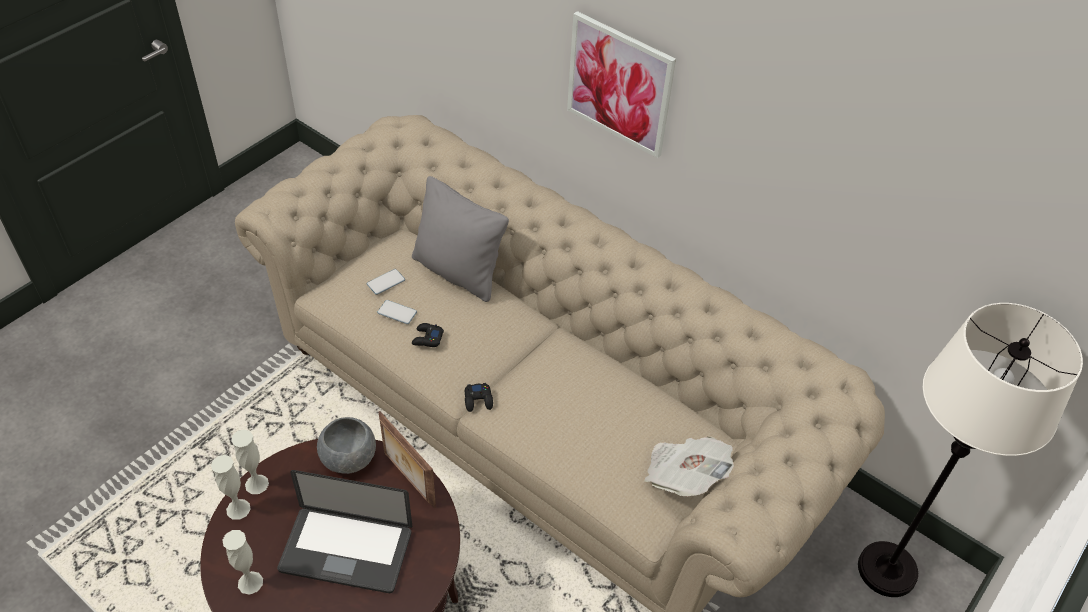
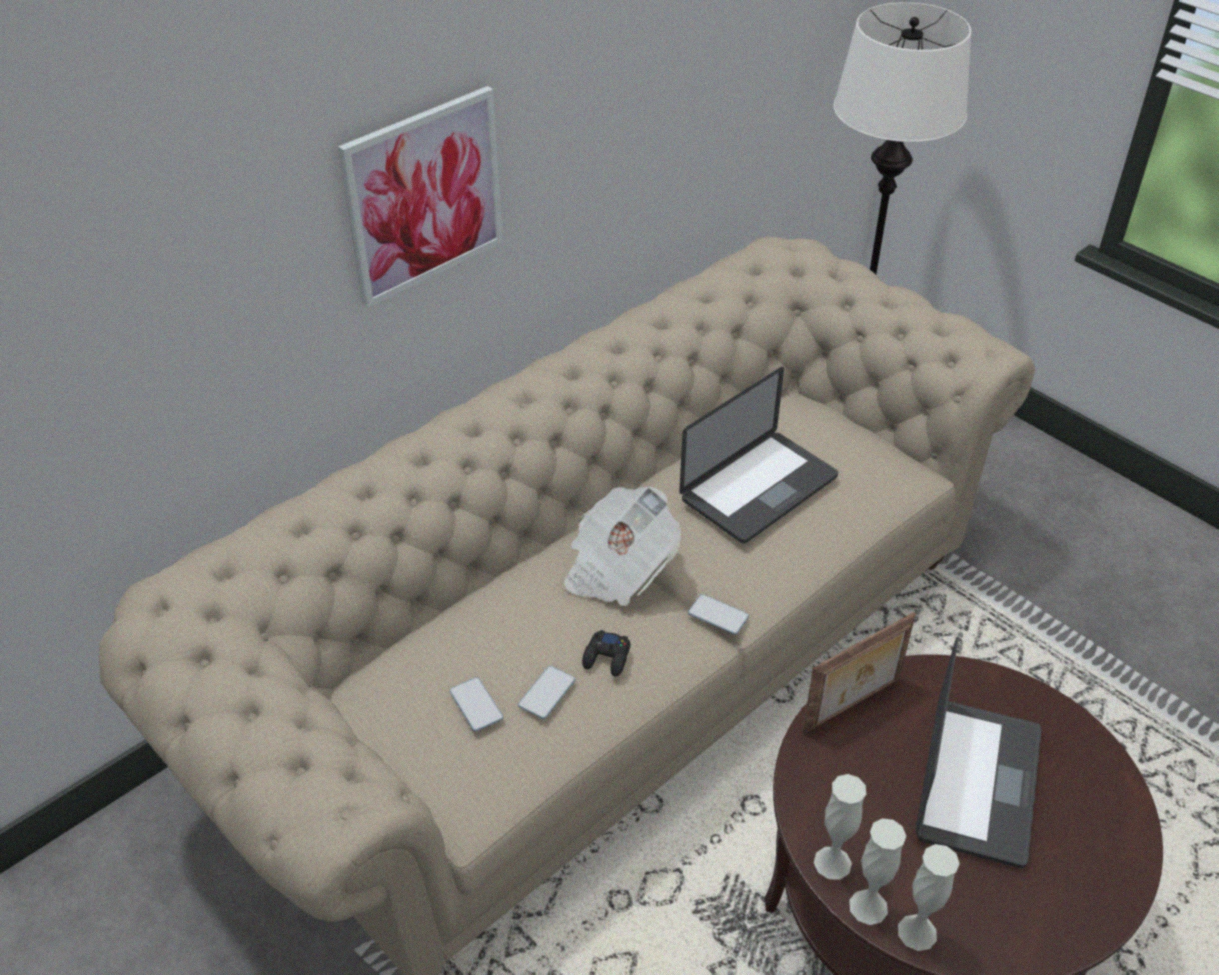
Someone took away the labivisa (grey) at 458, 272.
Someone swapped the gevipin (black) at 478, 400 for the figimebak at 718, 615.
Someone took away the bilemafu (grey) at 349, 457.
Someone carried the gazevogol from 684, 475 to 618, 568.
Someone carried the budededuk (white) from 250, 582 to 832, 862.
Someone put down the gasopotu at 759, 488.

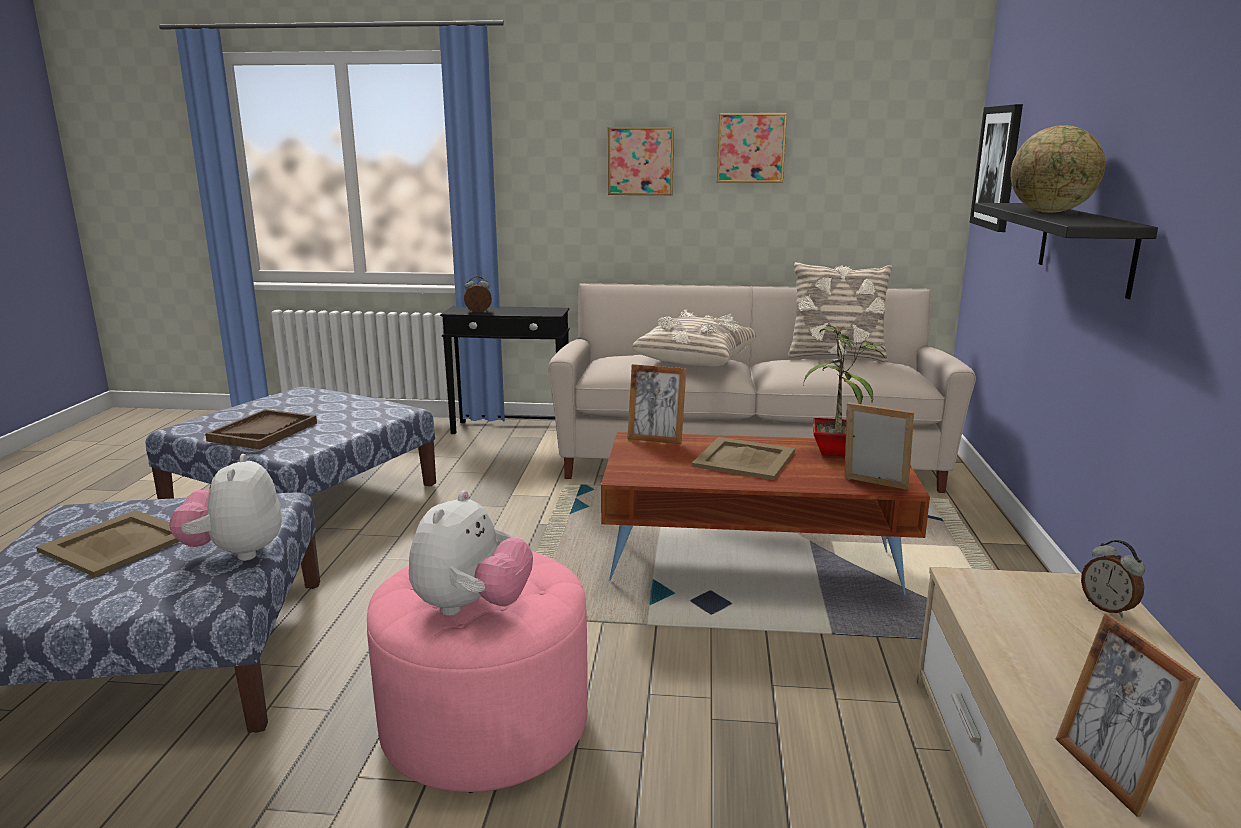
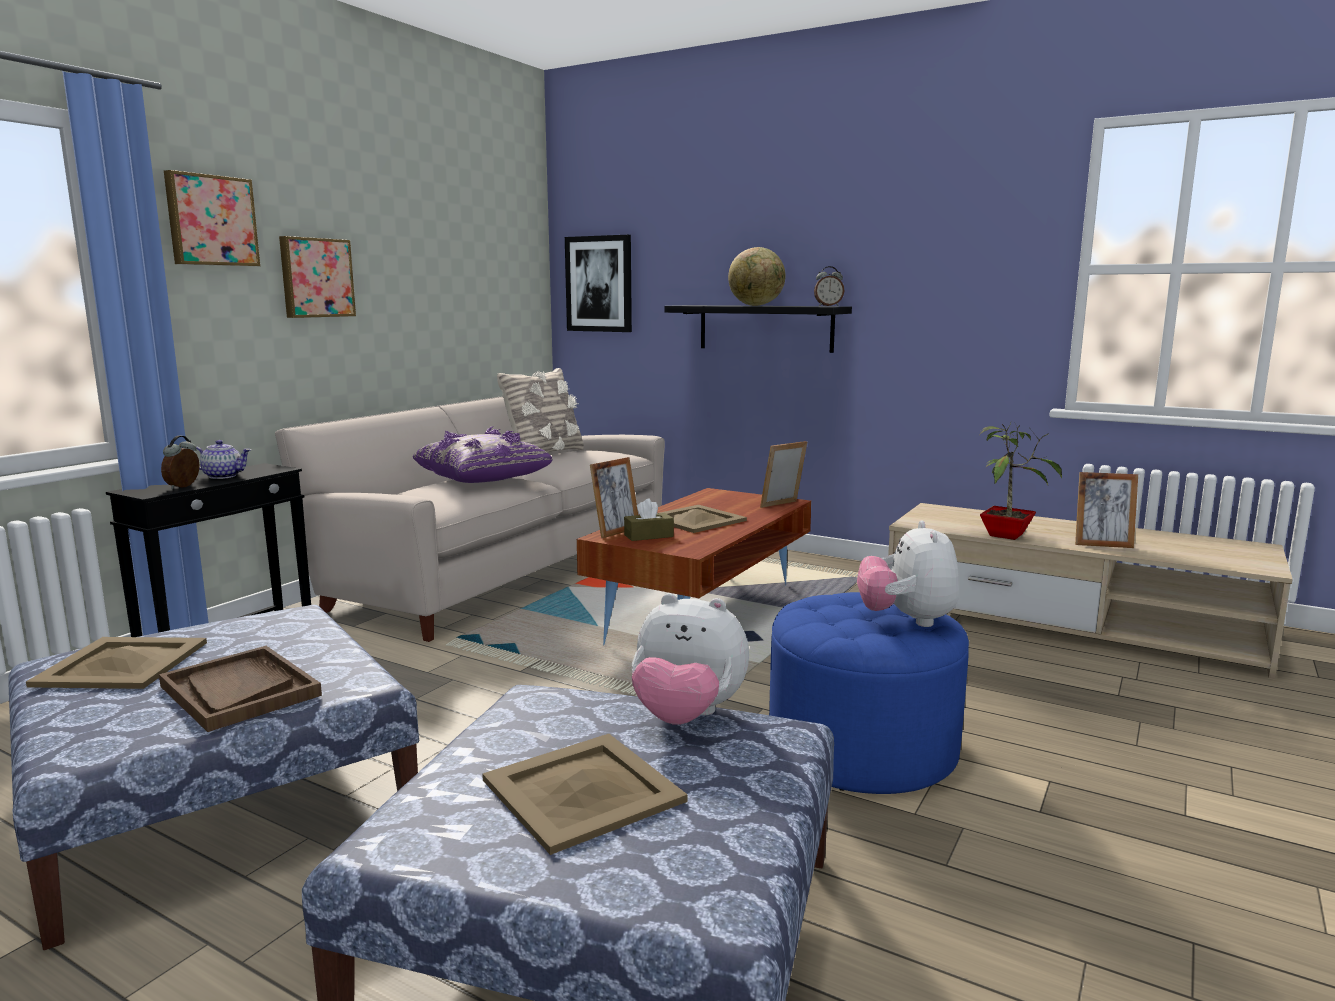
Someone carried the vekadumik from 750, 148 to 211, 220.
Someone repainted the labivisa (beige) at 695, 362, which became the labivisa (purple) at 483, 480.
Someone carried the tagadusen from 838, 451 to 1006, 535.
Someone rotated the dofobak at 471, 607 by 135 degrees counterclockwise.
Someone carried the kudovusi from 1108, 608 to 828, 306.
Someone repainted the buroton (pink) at 485, 722, which became the buroton (blue) at 862, 747.
Someone put down the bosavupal at 223, 476.
Someone put down the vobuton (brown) at 648, 536.
Someone put down the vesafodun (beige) at 121, 663.

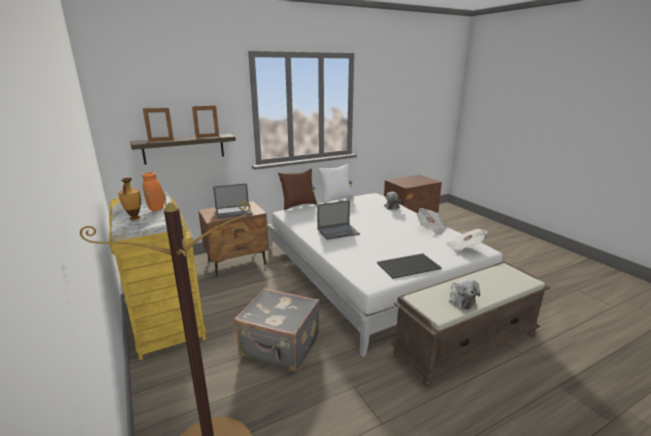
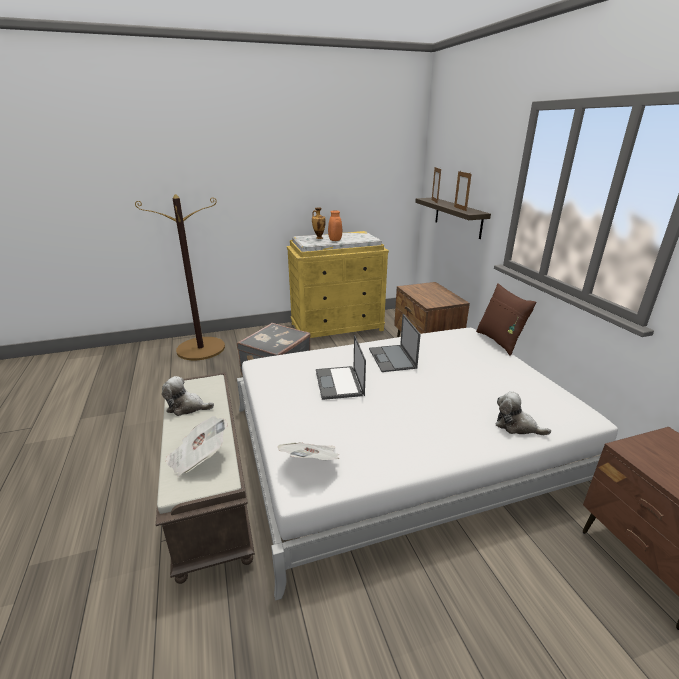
Someone took away the labivisa (white) at 336, 199.
Someone carried the gasopotu from 234, 212 to 339, 383.
Someone carried the gazevogol from 431, 229 to 198, 458.
Someone took away the vesafodun at 408, 265.

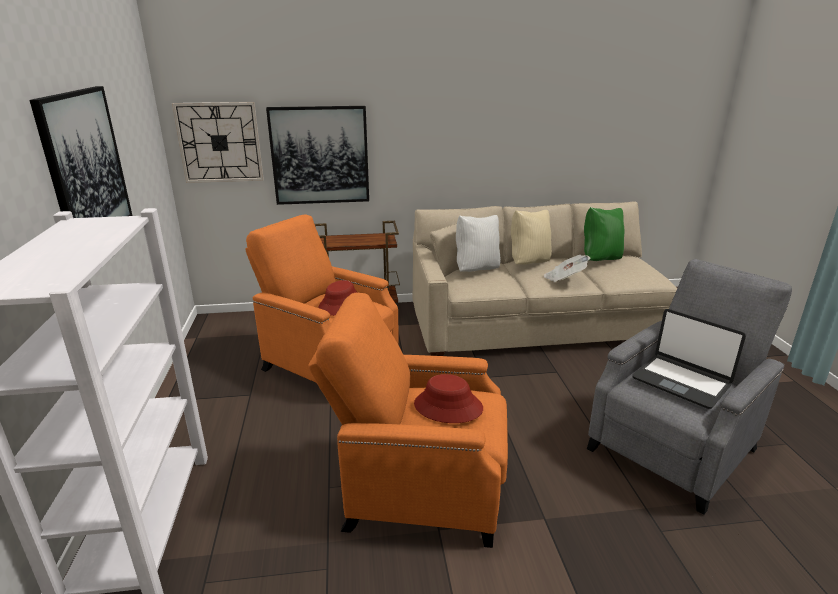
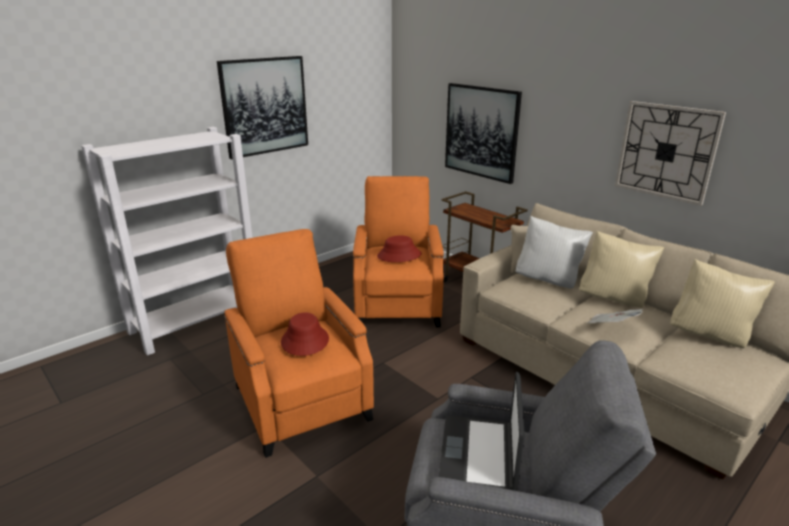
Someone carried the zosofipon from 219, 142 to 666, 151.
Someone repainted the labivisa (green) at 600, 259, which became the labivisa (beige) at 710, 336.

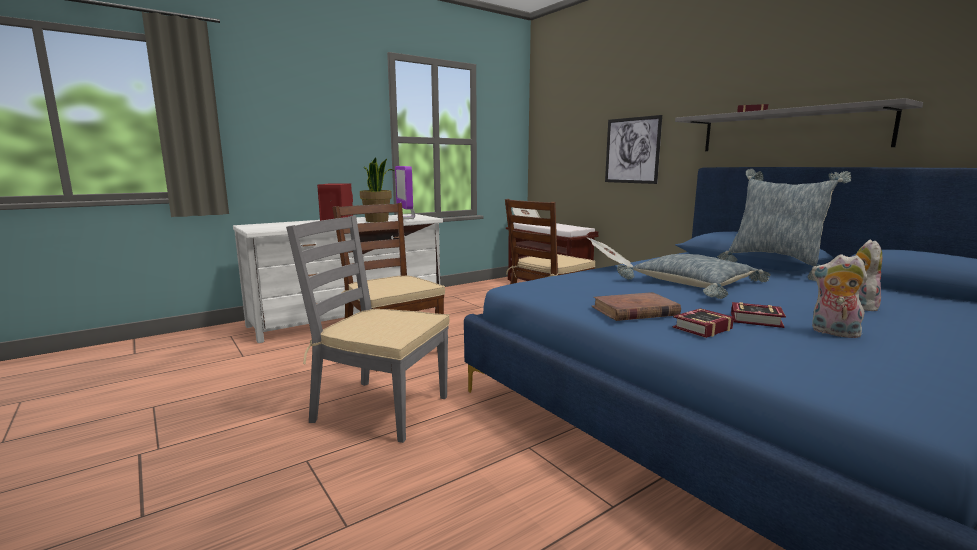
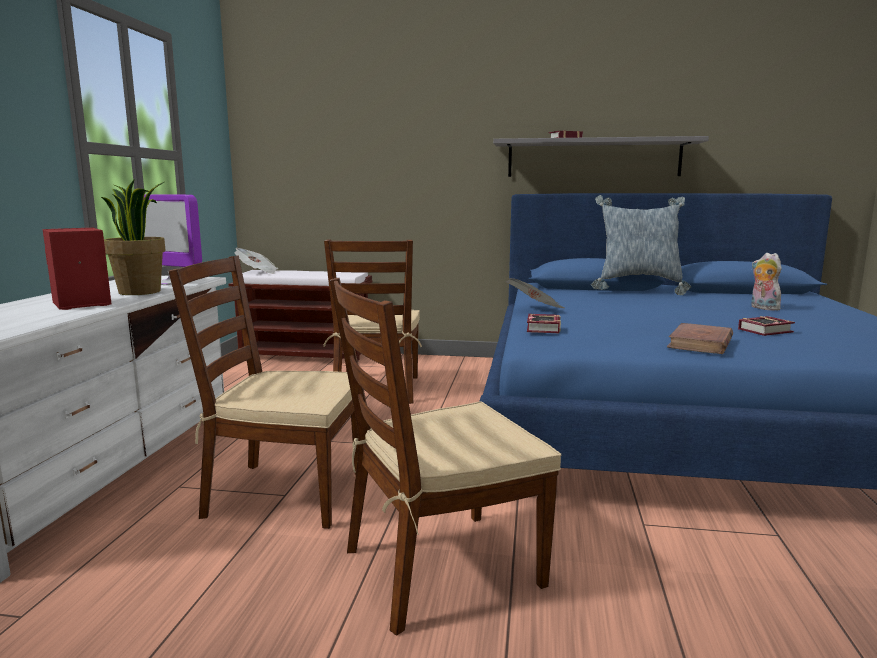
Someone took away the vekadumik at 632, 150.
Someone repainted the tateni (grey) at 379, 409, which became the tateni (brown) at 440, 568.
Someone took away the labivisa at 692, 281.
Someone took away the dofobak at 833, 333.
Someone carried the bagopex from 699, 328 to 542, 329.

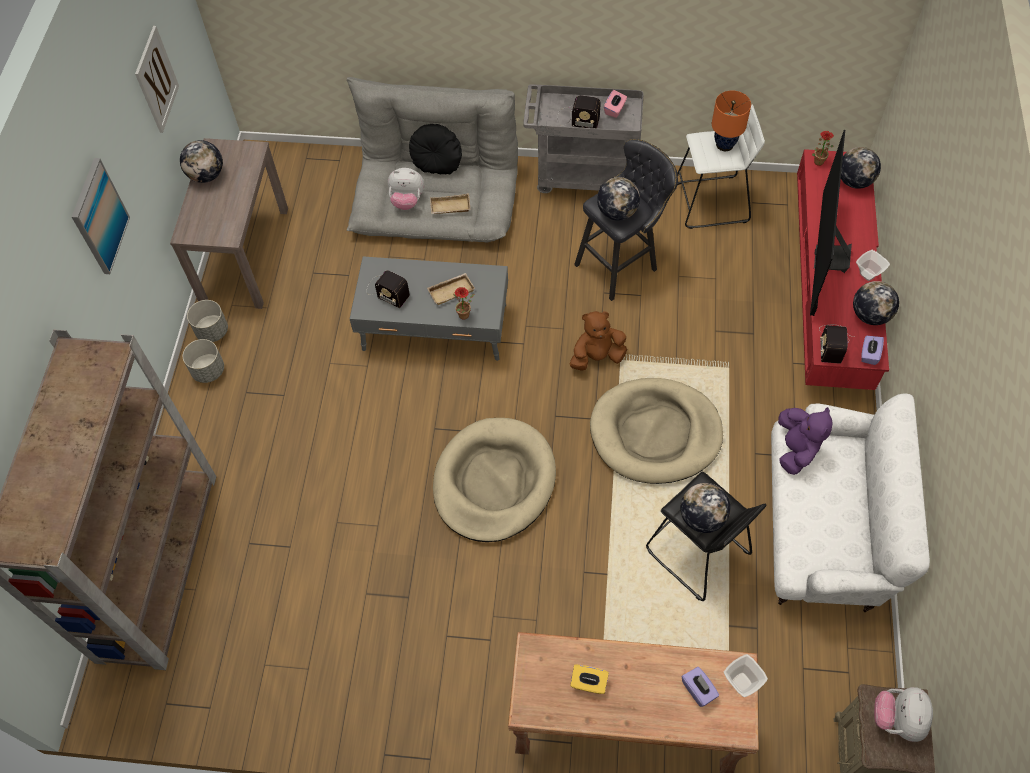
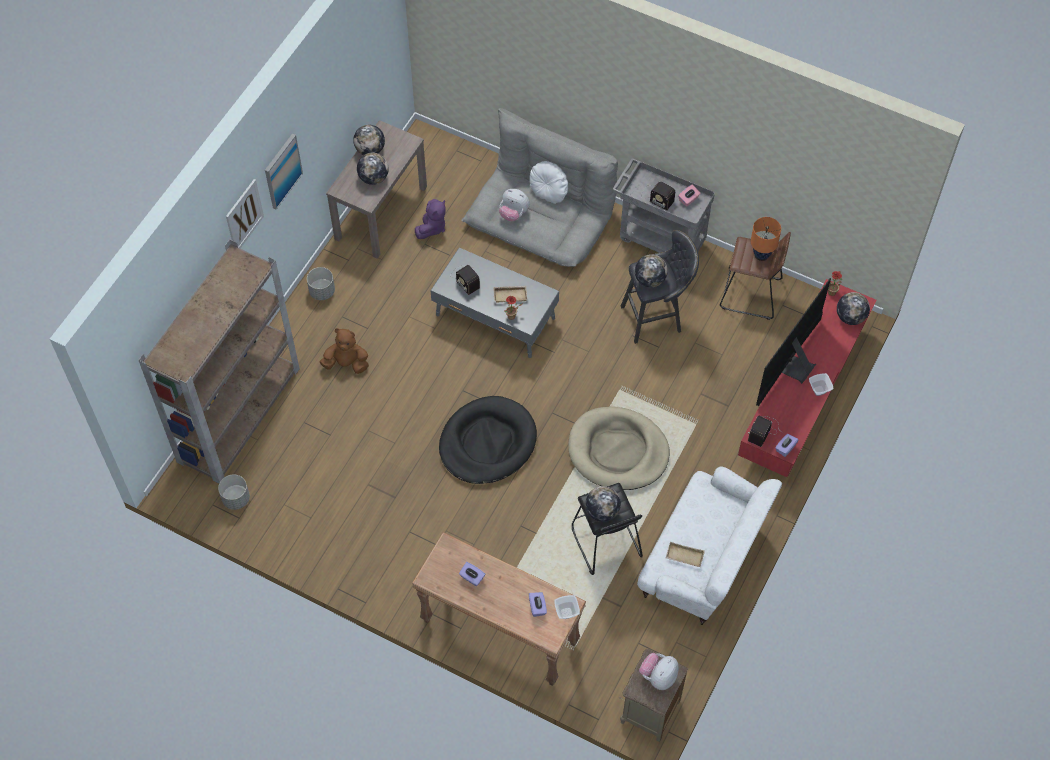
Someone carried the vekadumik from 156, 80 to 244, 216.
Someone repainted the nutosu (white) at 711, 202, which became the nutosu (brown) at 750, 294.
Someone repainted the labivisa (black) at 437, 166, which became the labivisa (white) at 548, 193.
Someone carried the vesafodun (beige) from 450, 207 to 684, 557.
Someone carried the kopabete from 870, 315 to 373, 178.
Someone carried the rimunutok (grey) from 212, 331 to 236, 499.
Someone carried the dofobak (brown) from 597, 357 to 346, 363.
Someone carried the dofobak (purple) from 796, 449 to 432, 227.
Someone repainted the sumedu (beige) at 494, 482, which became the sumedu (black) at 487, 443.
Someone repainted the vobuton (yellow) at 588, 683, which became the vobuton (purple) at 472, 578.

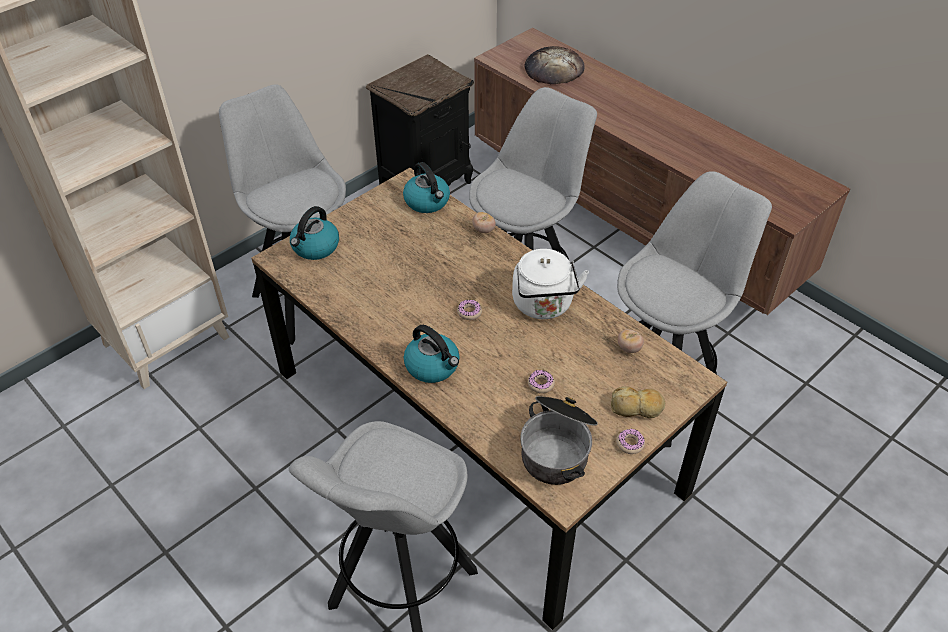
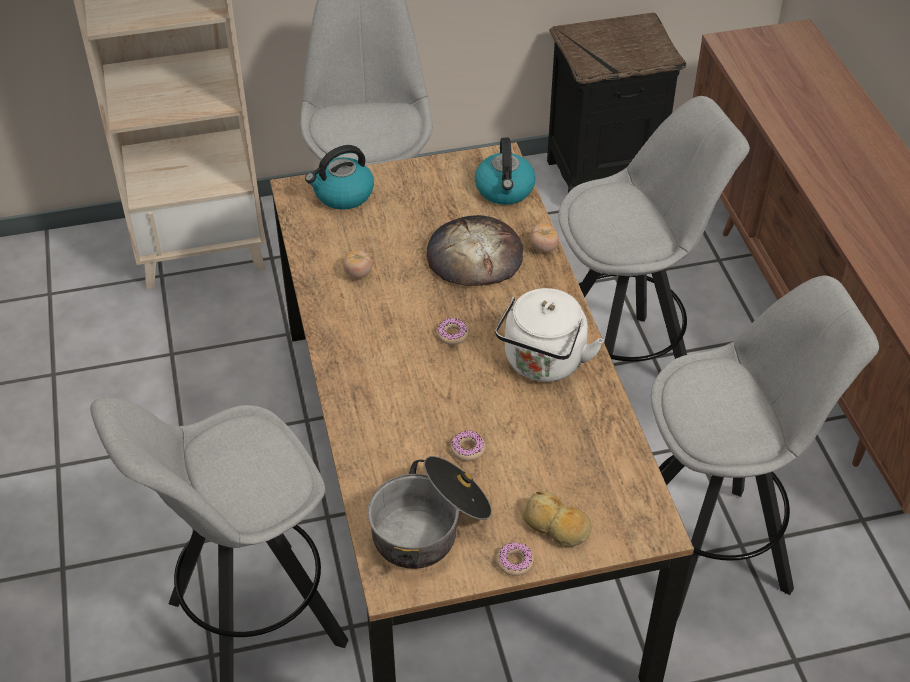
Someone carried the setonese from 553, 69 to 474, 256.
Someone took away the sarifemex at 433, 366.
Someone carried the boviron from 629, 348 to 358, 273.

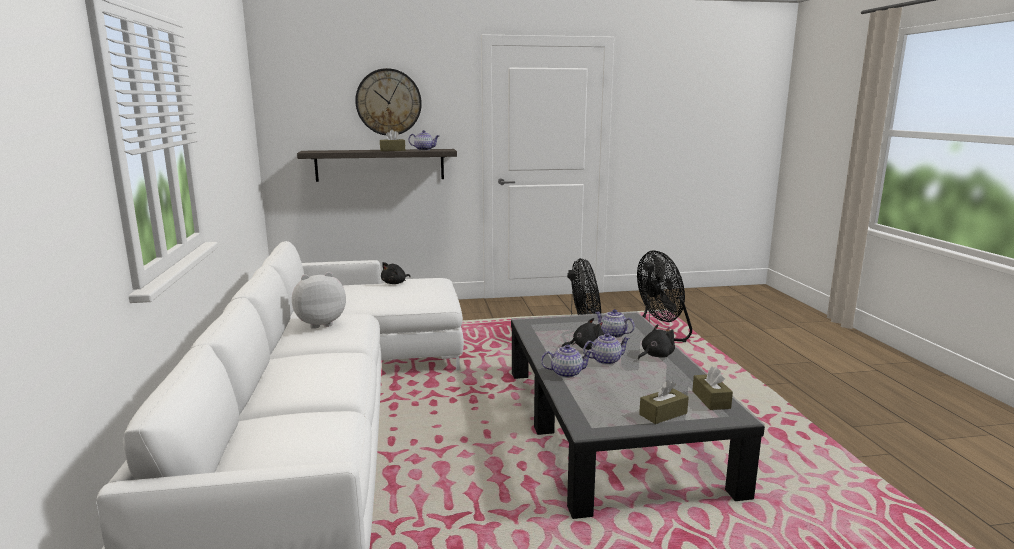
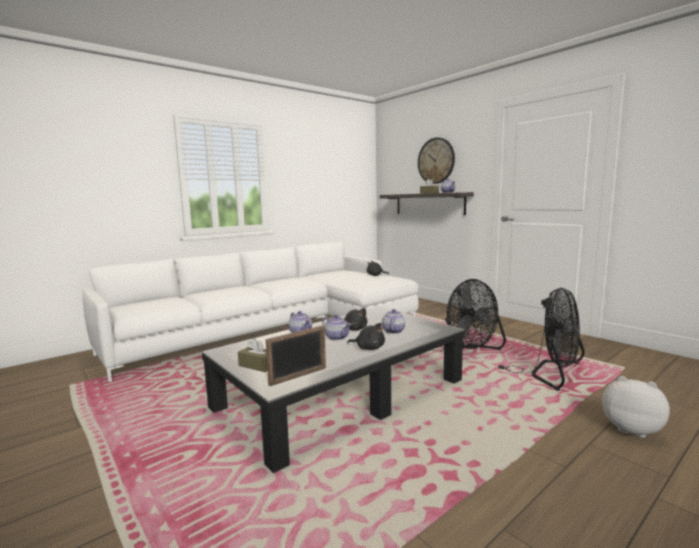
Someone carried the dofobak from 320, 323 to 631, 429.
Someone swapped the vobuton (brown) at 711, 399 for the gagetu at 298, 376.

